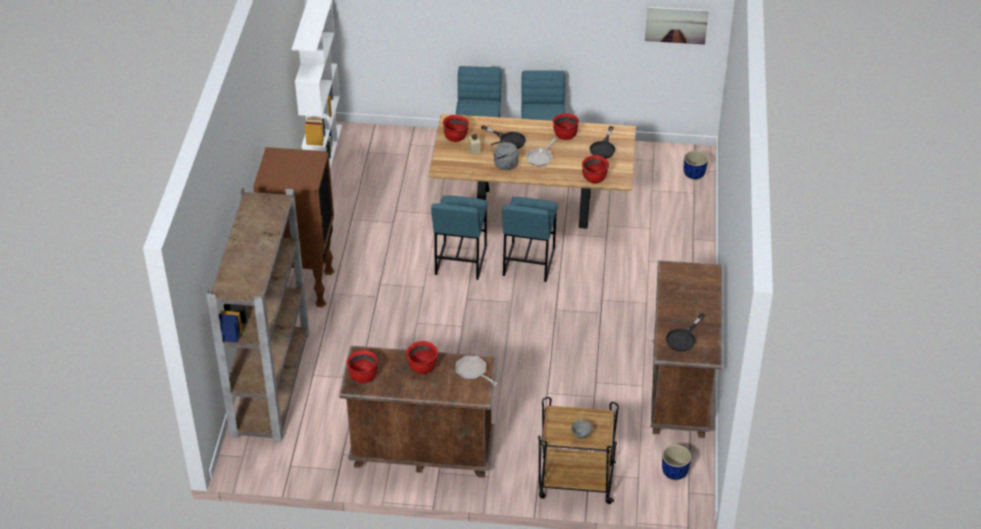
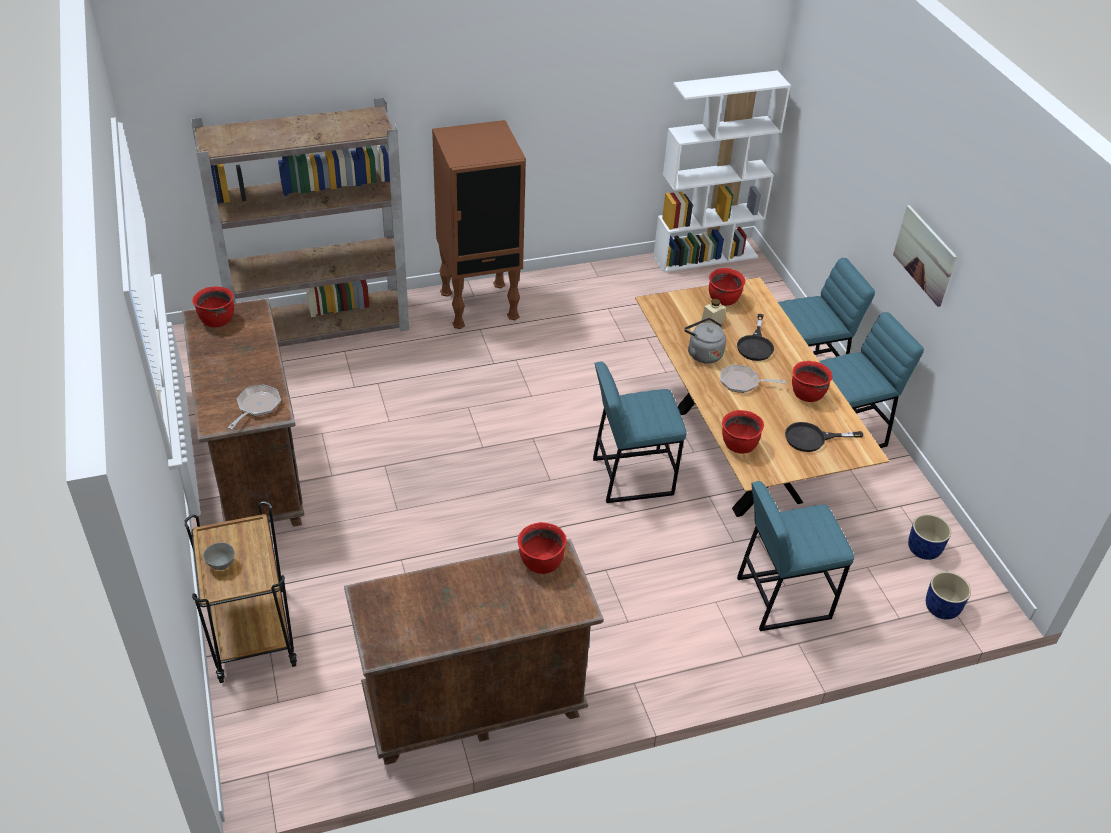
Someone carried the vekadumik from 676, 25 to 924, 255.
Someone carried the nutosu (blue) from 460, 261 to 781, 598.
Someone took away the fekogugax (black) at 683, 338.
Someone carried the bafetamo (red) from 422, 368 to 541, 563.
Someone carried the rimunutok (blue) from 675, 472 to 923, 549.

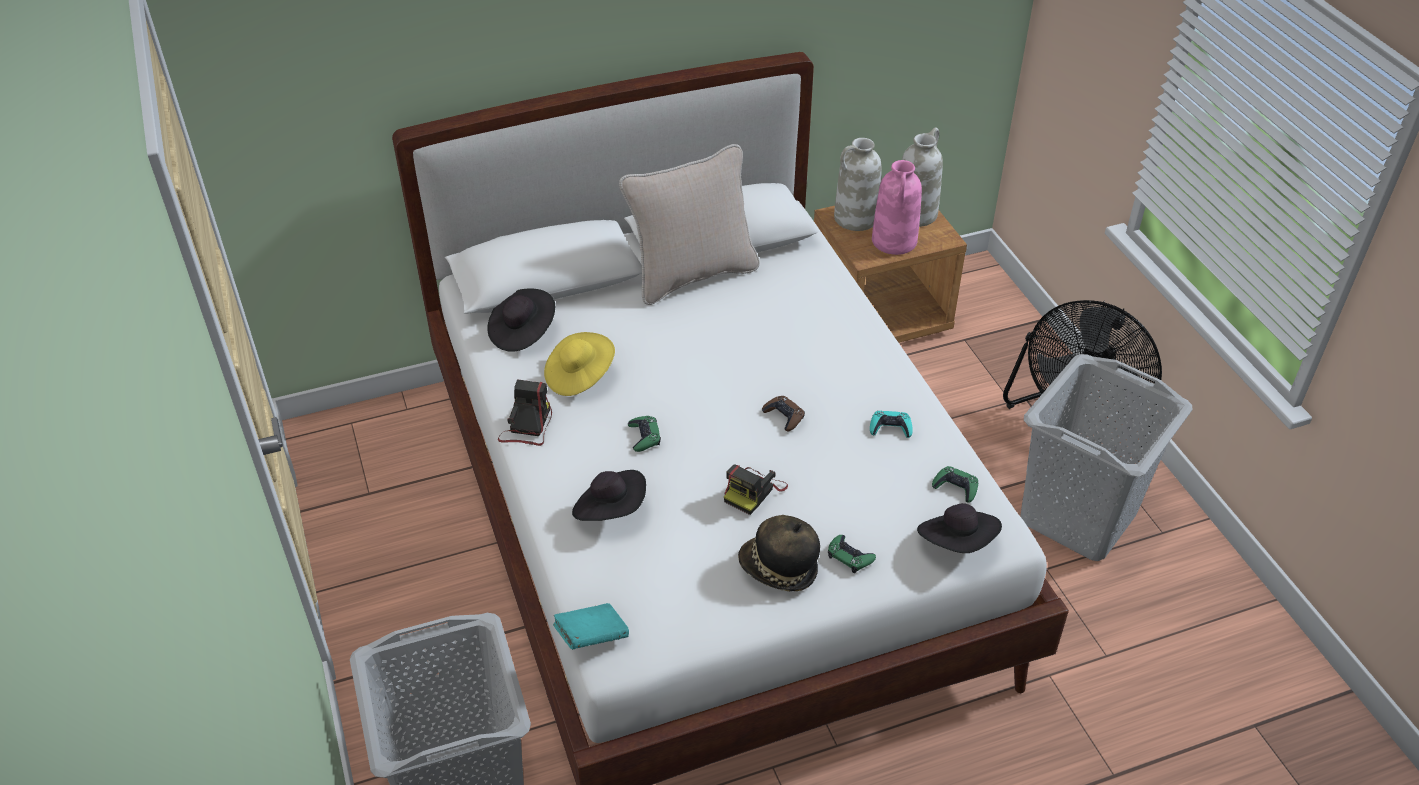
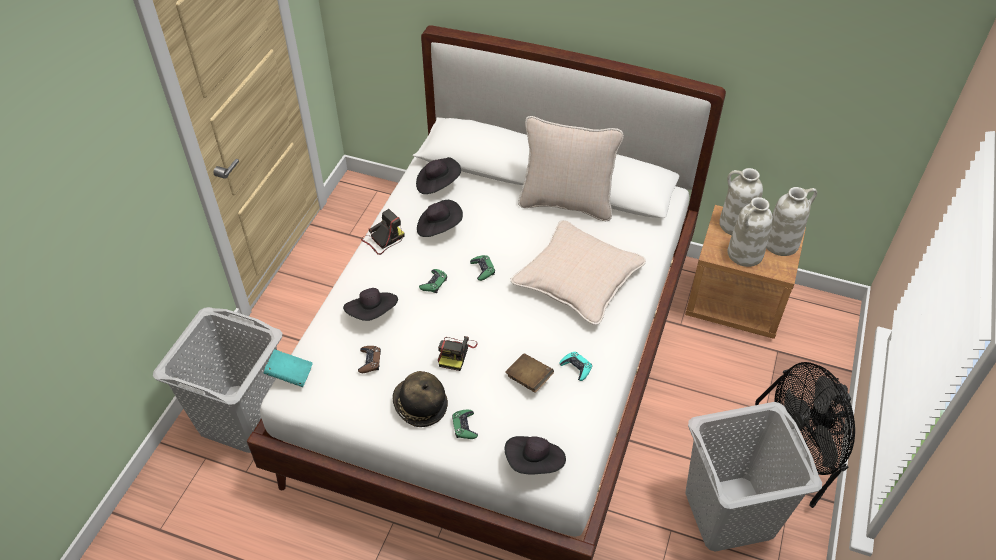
Someone repainted the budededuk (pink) at 894, 241, which became the budededuk (white) at 745, 254.
Someone repainted the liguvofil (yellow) at 579, 376, which became the liguvofil (black) at 439, 227.
Someone carried the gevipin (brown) from 784, 416 to 369, 361.
Someone rotated the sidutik at 754, 491 by 60 degrees counterclockwise.
Someone carried the gevipin (green) from 955, 487 to 482, 269.
Someone put down the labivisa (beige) at 578, 278.
Someone put down the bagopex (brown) at 529, 379.

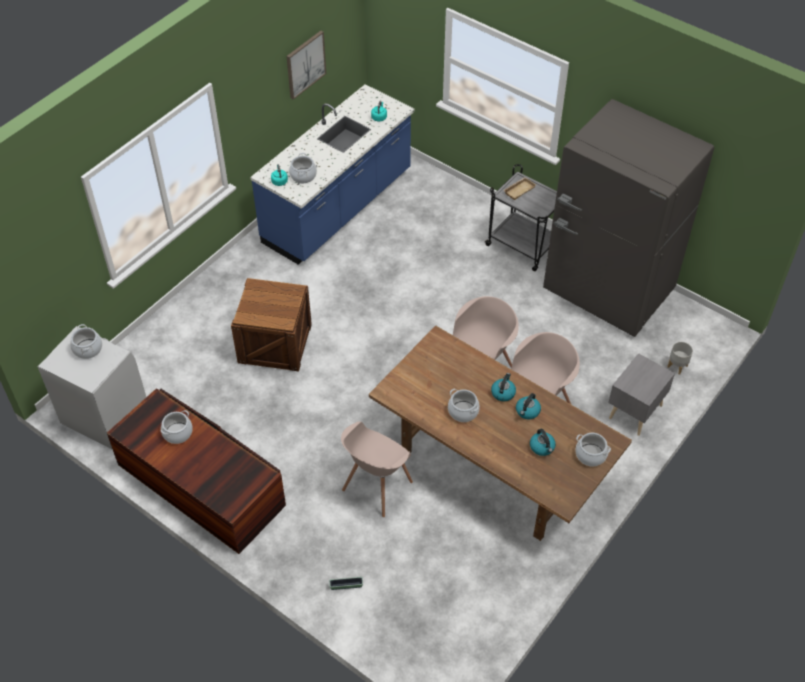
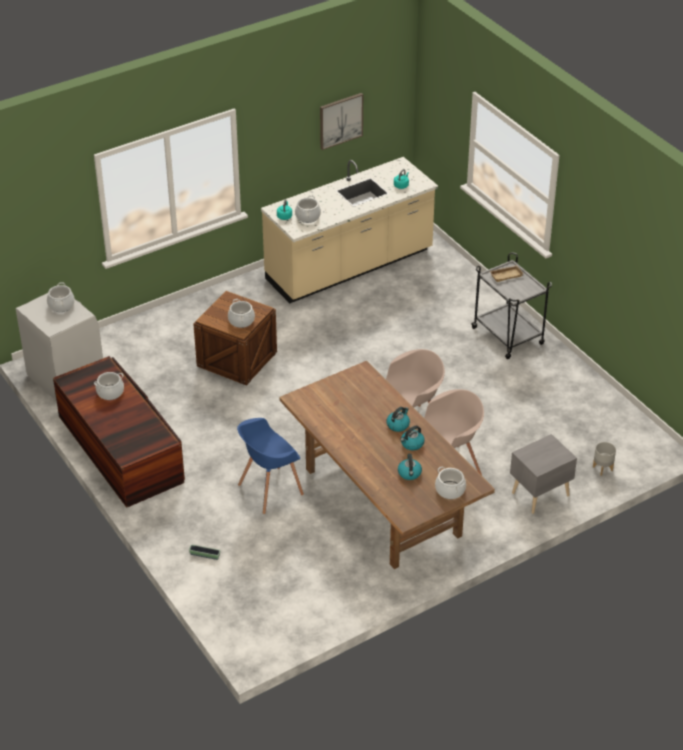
Someone repainted the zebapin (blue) at 338, 207, which became the zebapin (beige) at 350, 266.
Someone took away the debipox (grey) at 608, 291.
Someone carried the bafetamo from 463, 411 to 241, 321.
Someone repainted the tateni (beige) at 377, 487, which became the tateni (blue) at 270, 490.

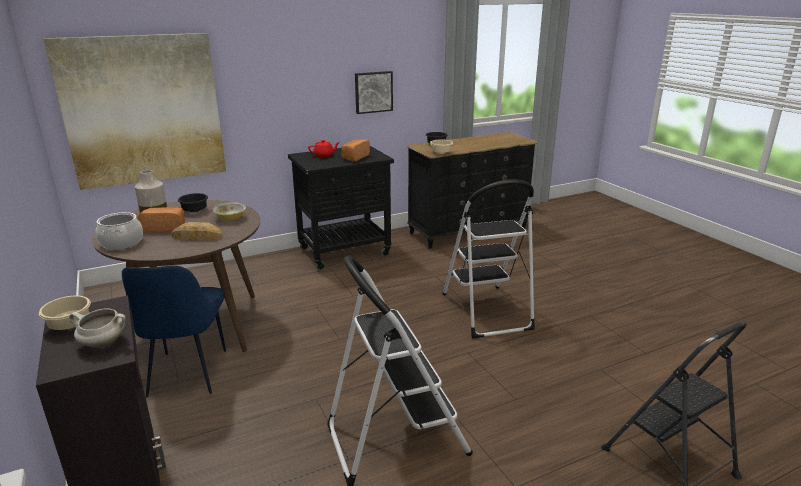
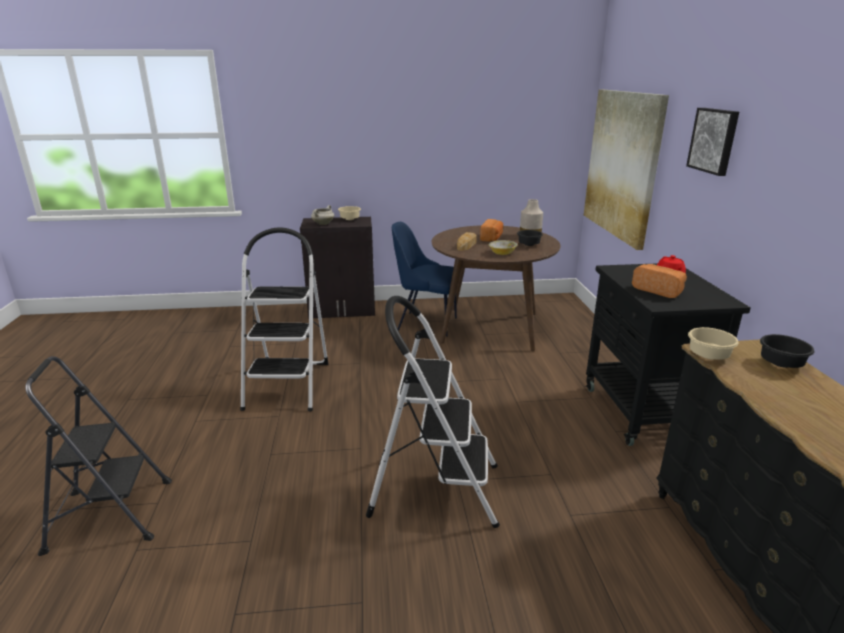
Someone carried the vekadumik from 373, 92 to 714, 140.
Someone took away the bafetamo at 121, 242.

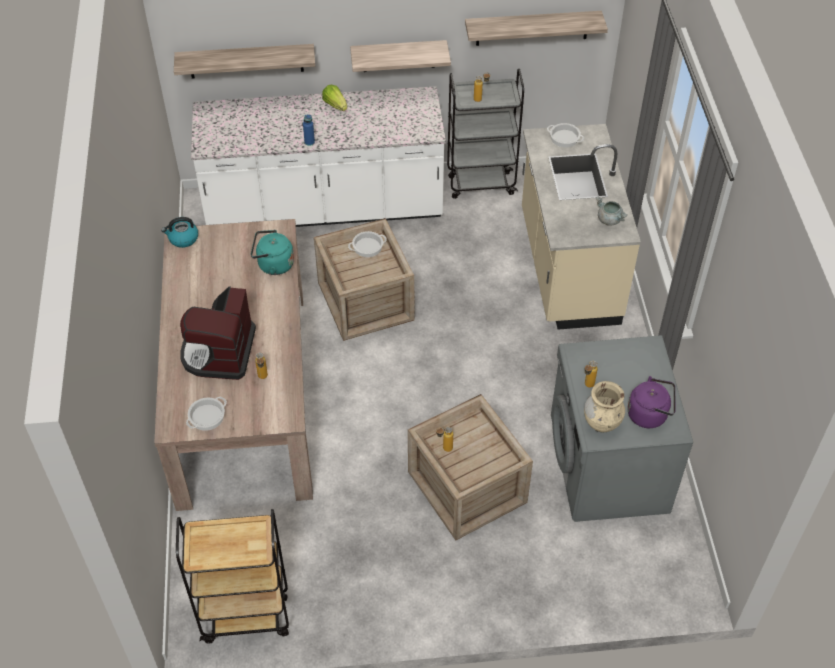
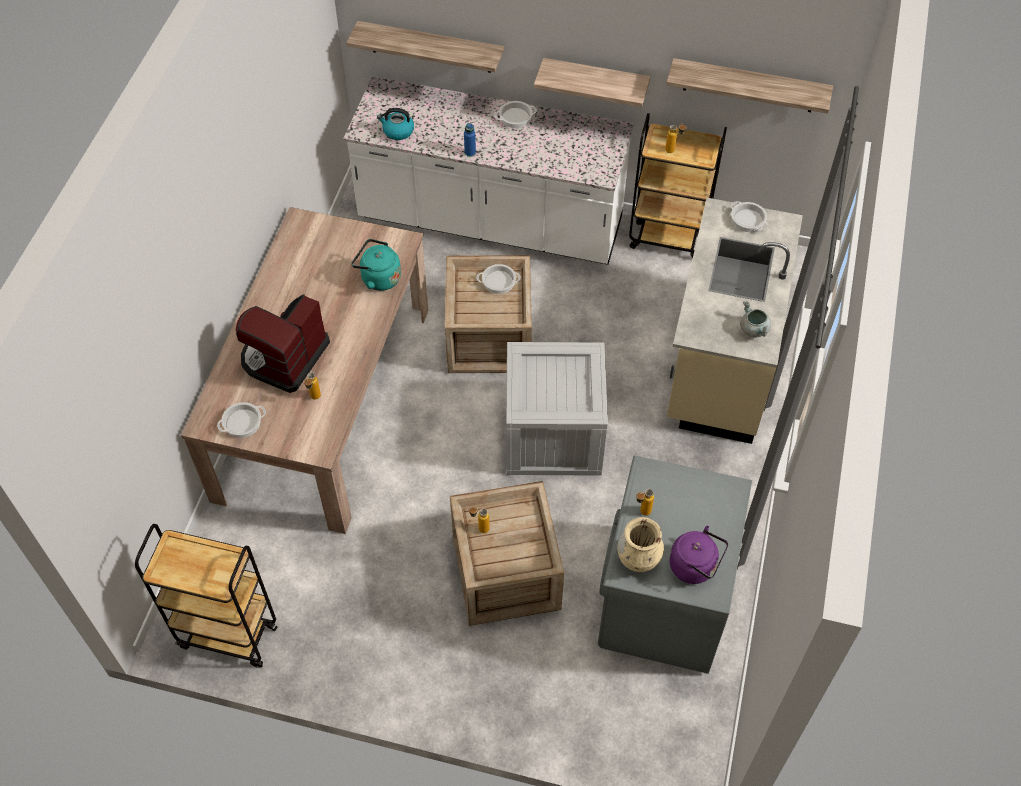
Someone repainted the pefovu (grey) at 481, 184, which became the pefovu (brown) at 668, 240.
Someone swapped the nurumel at 335, 105 for the bafetamo at 516, 117.
Someone carried the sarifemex from 183, 239 to 398, 131.
Someone put down the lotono at 555, 436.

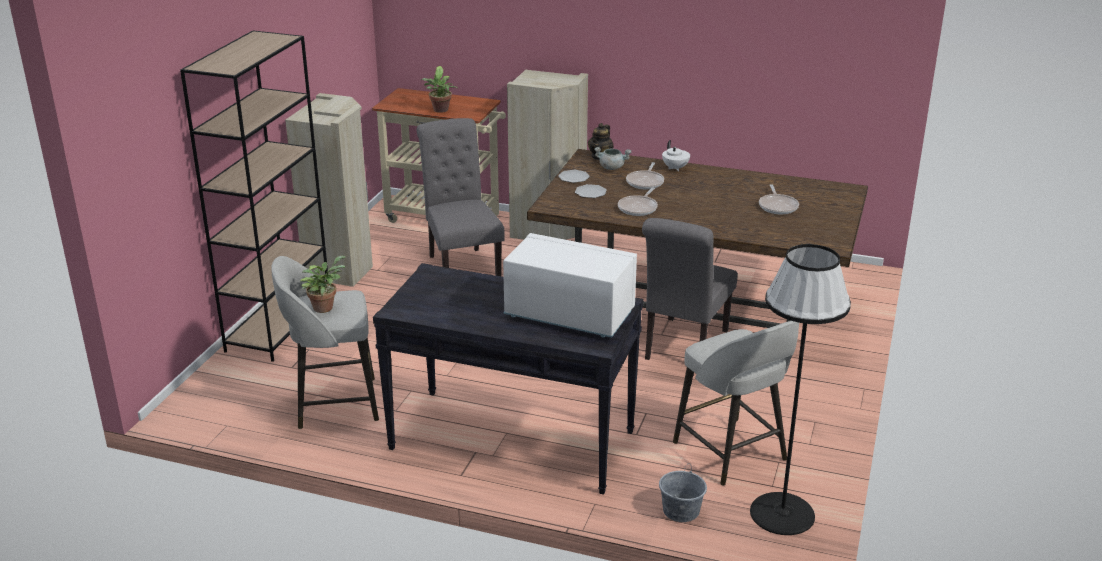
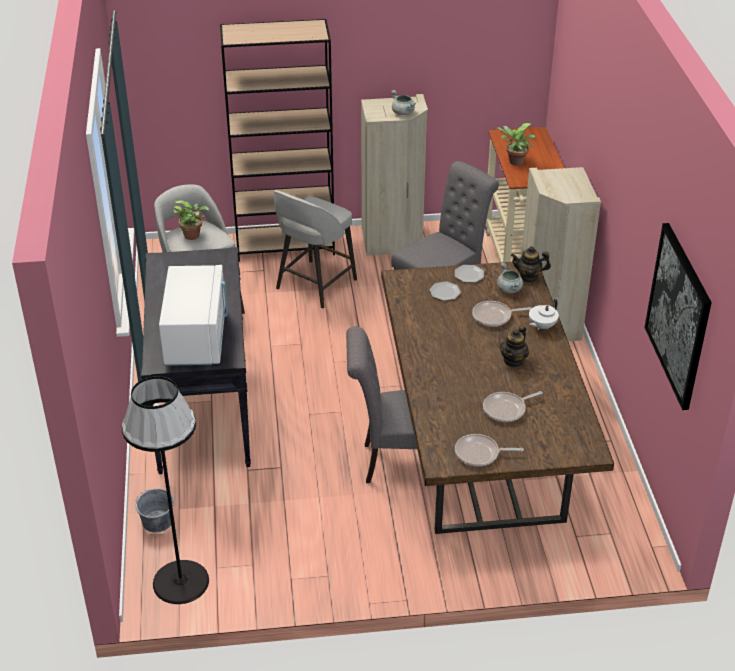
Someone carried the fekogugax from 638, 208 to 479, 454.
Someone carried the nutosu (grey) from 731, 453 to 314, 285.
Someone put down the bafetamo (grey) at 403, 113.
Someone put up the vekadumik at 678, 315.
Someone put down the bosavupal at 513, 361.

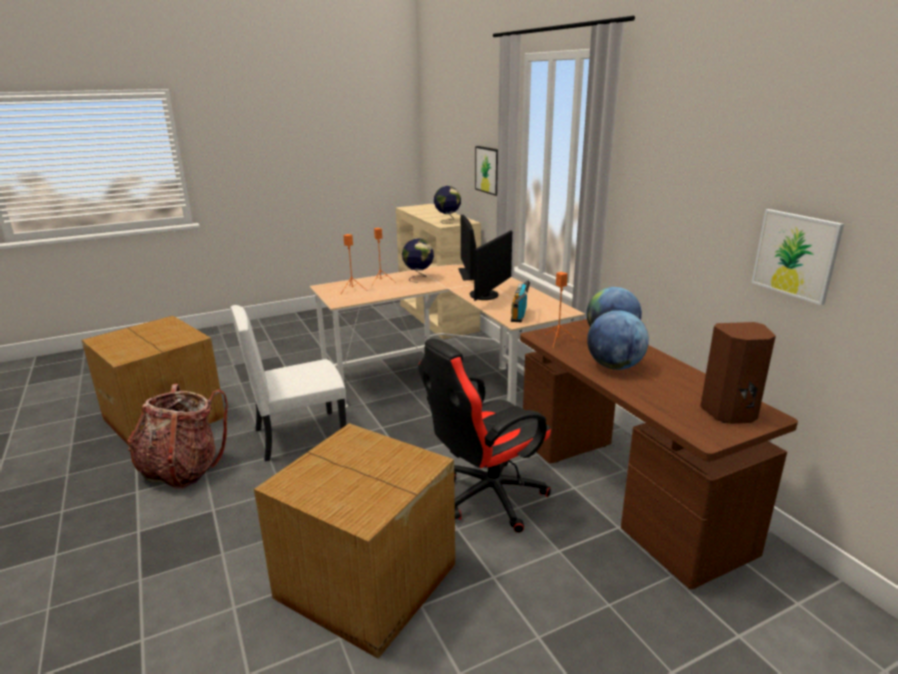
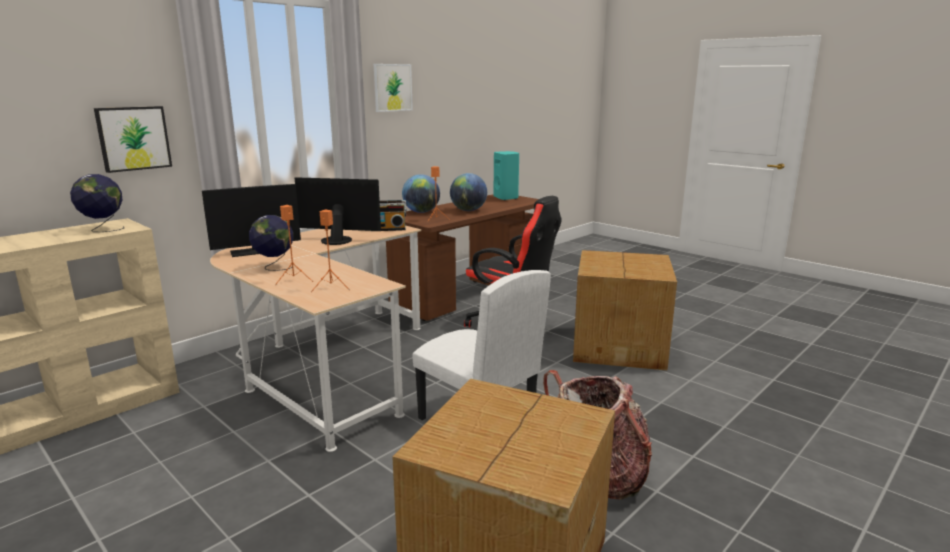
Someone carried the vekadumik from 795, 255 to 392, 87.
Someone repainted the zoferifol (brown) at 729, 414, which became the zoferifol (turquoise) at 506, 198.

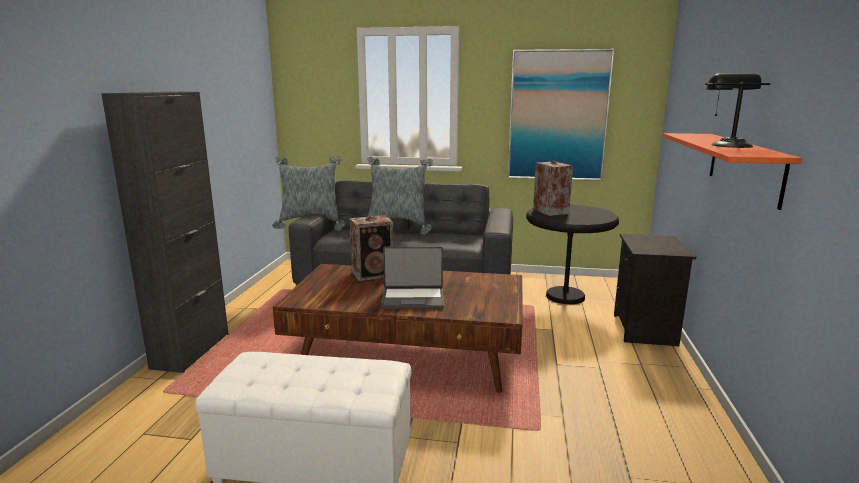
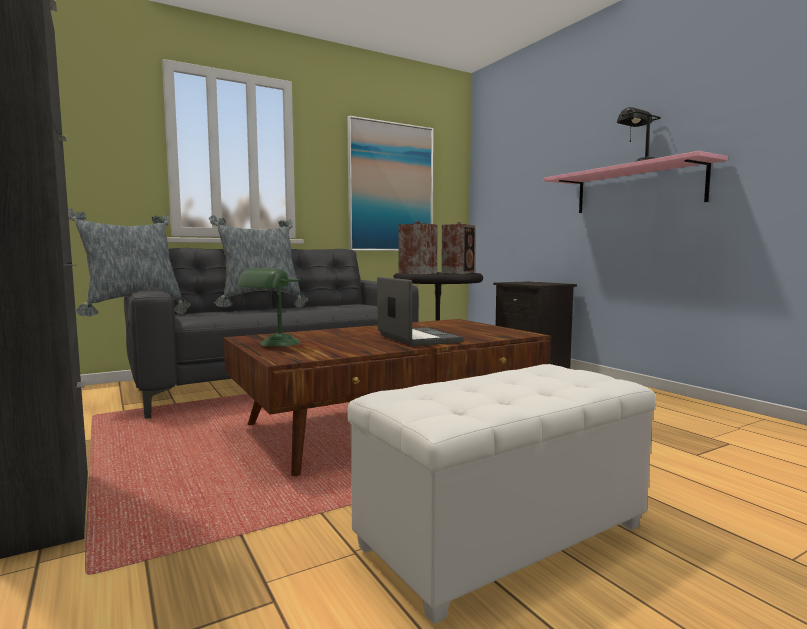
Someone repainted the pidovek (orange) at 744, 167, which became the pidovek (pink) at 637, 189.
Someone carried the zoferifol from 374, 274 to 459, 273.
Someone rotated the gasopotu at 413, 299 by 75 degrees counterclockwise.
Someone put down the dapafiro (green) at 274, 344.

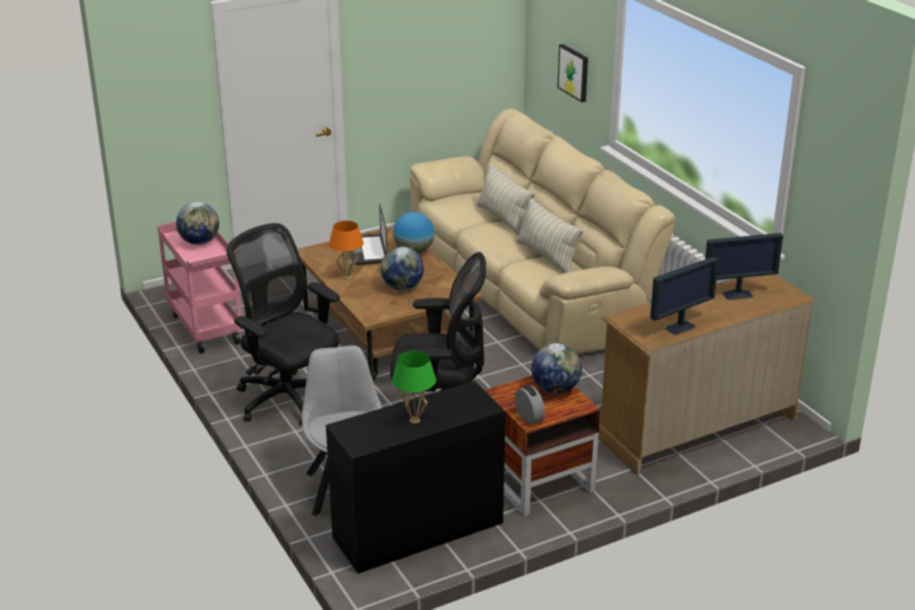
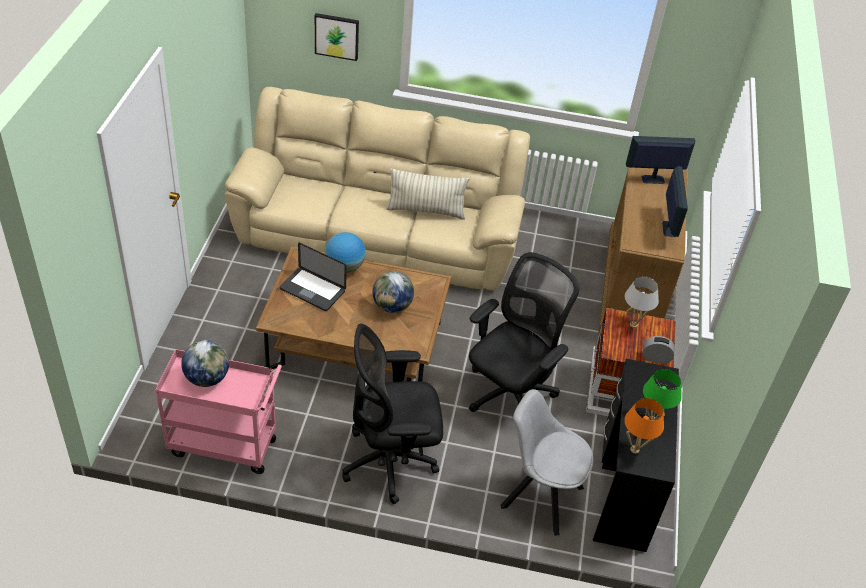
Someone took away the labivisa at 503, 219.
Someone carried the dapafiro (orange) from 347, 277 to 634, 450.
Someone rotated the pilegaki at 738, 294 by 120 degrees counterclockwise.
Someone swapped the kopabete at 555, 389 for the dapafiro (white) at 633, 324.

